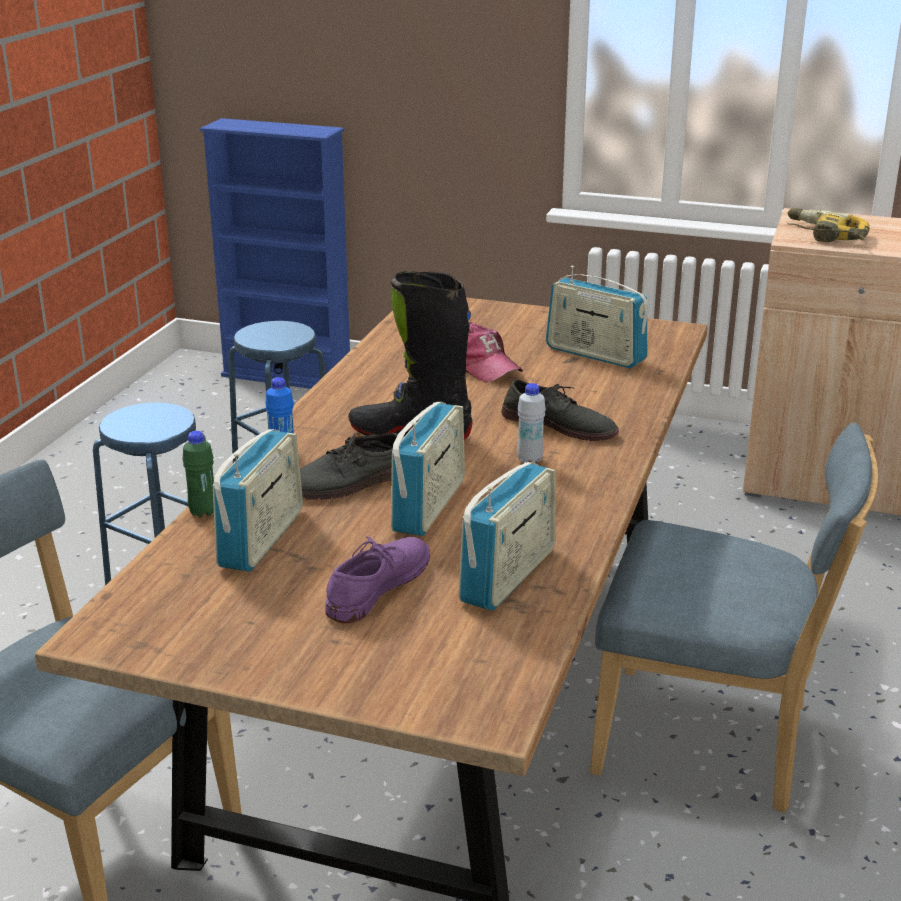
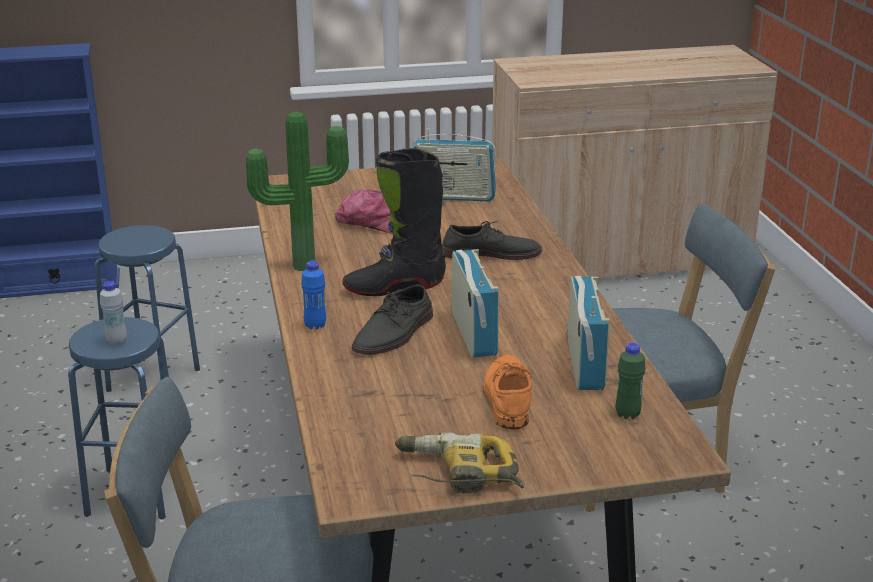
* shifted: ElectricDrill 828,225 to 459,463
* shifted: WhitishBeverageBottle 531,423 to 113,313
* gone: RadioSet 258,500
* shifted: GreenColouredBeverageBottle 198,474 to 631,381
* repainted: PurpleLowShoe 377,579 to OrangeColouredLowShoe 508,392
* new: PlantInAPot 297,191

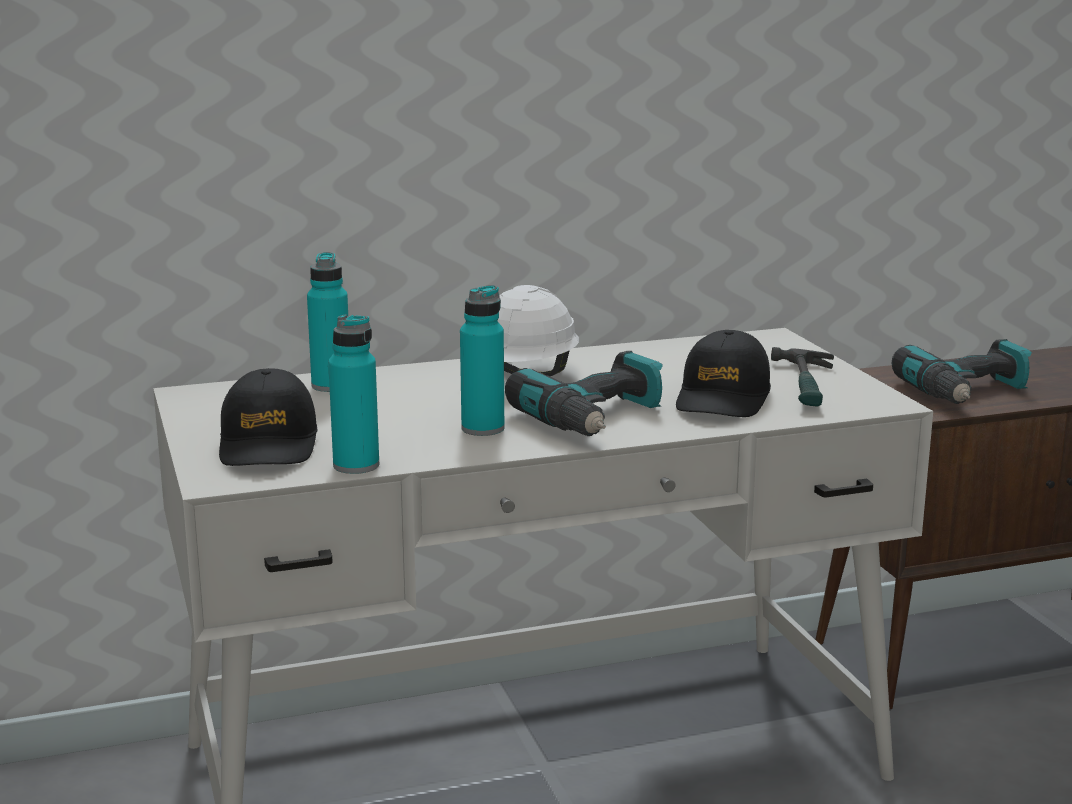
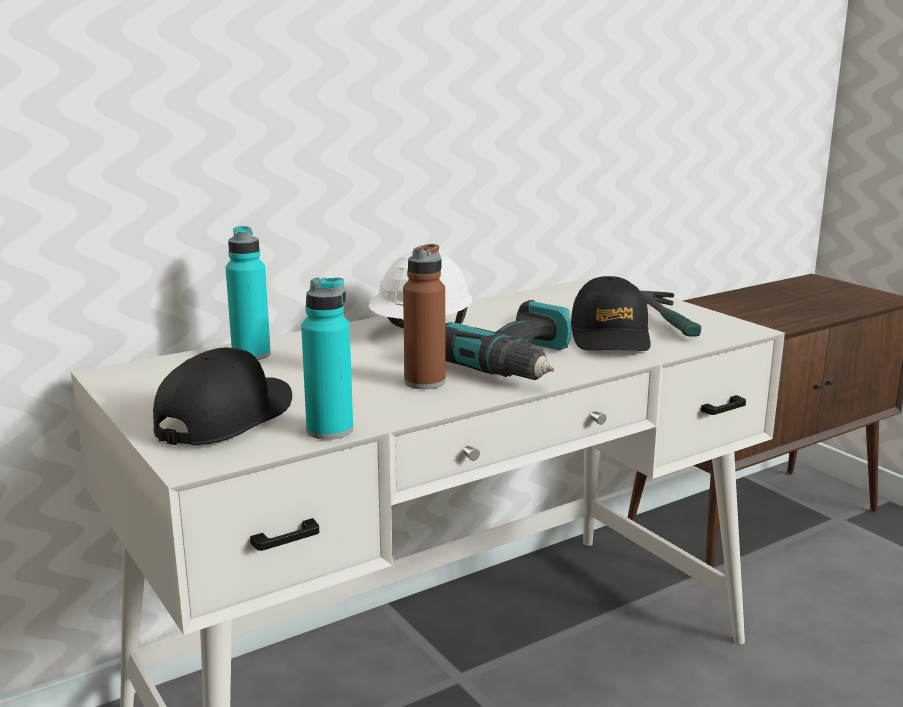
* repainted: BlueGreenBeverageBottle 482,360 to BrownColouredBeverageBottle 424,316
* gone: ElectricDrill 962,371
* rotated: BlackColouredCap 268,417 = 222,396 135 degrees counterclockwise

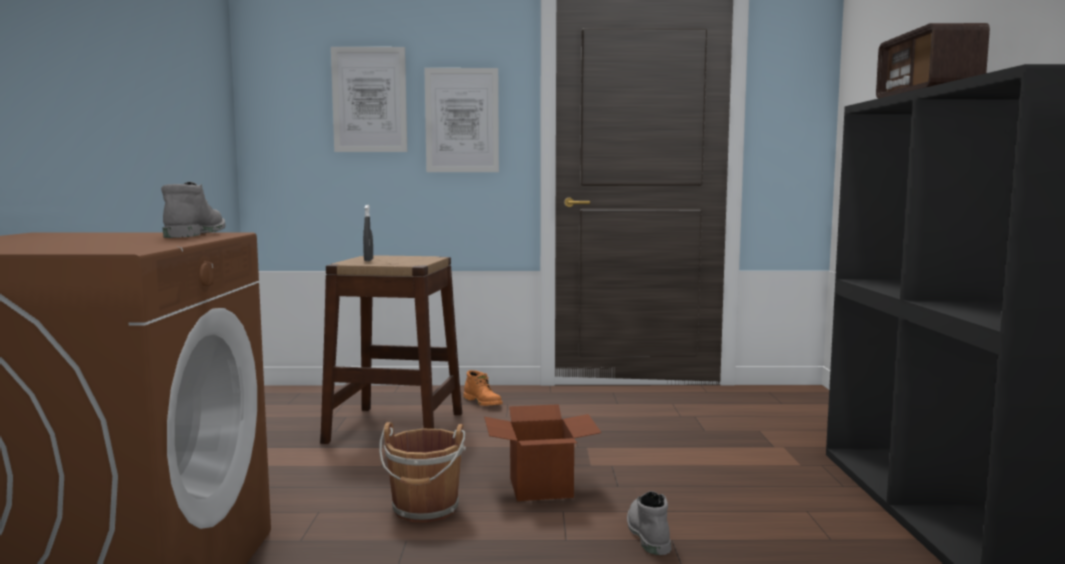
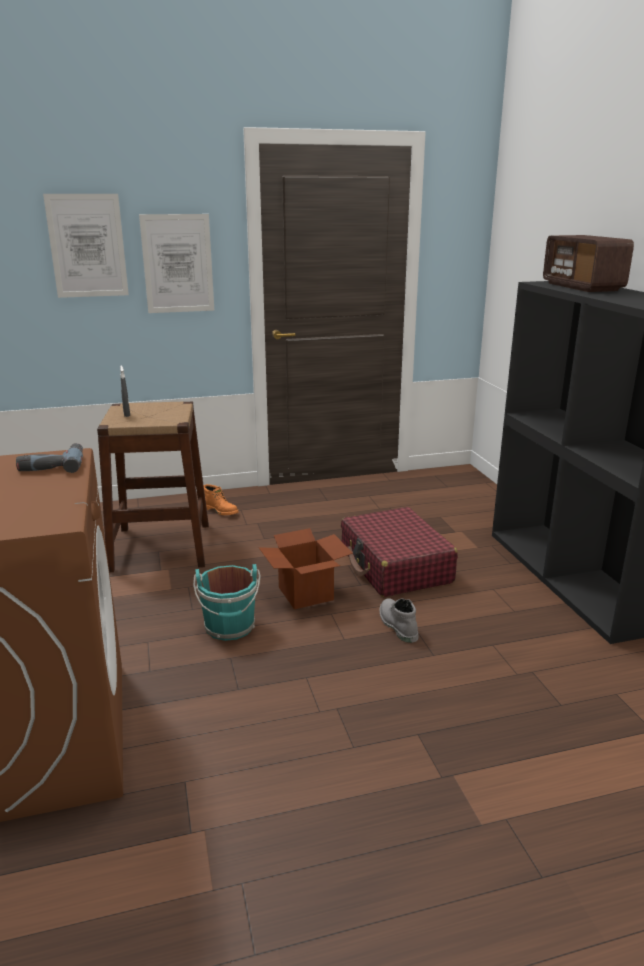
* swapped: GreyTallBoot 193,210 to ElectricDrill 49,458
* repainted: BrownColouredPail 422,472 to BlueGreenPail 227,602
* new: ReddishSuitcase 399,552

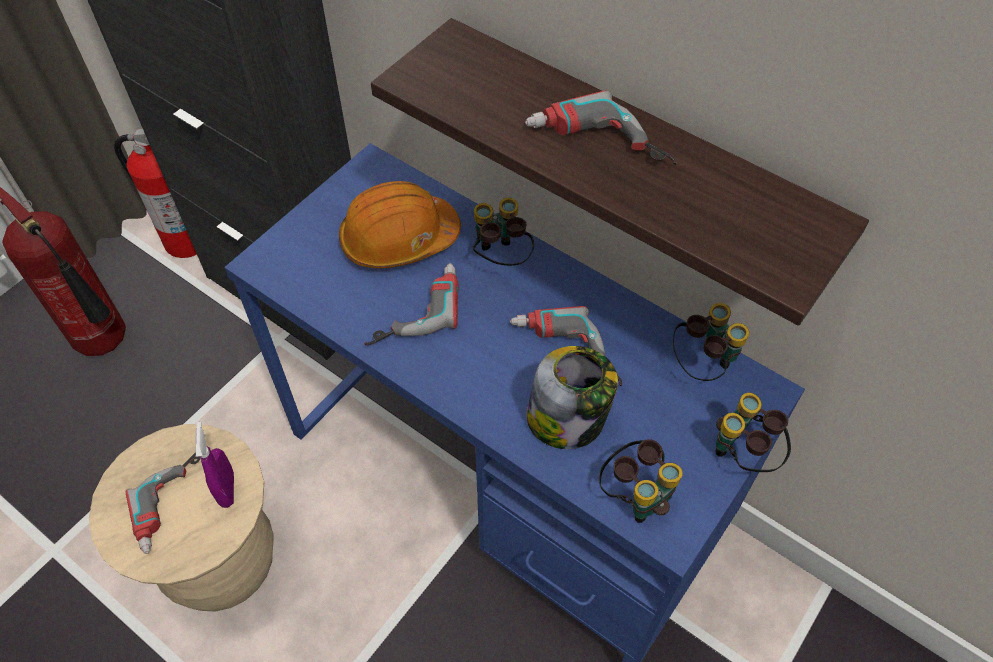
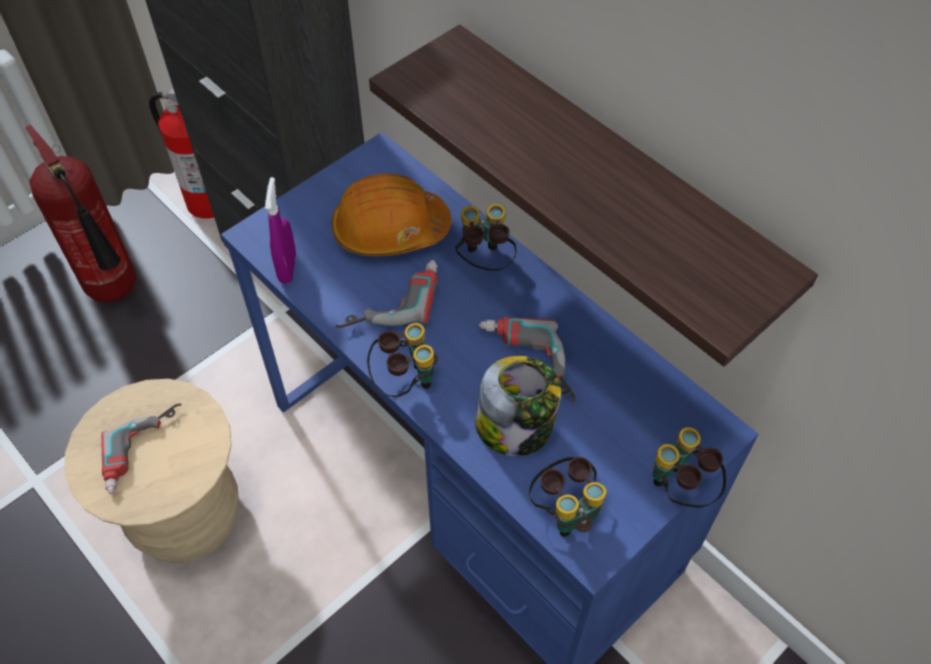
* gone: ElectricDrill 601,127
* shifted: FieldGlasses 711,342 to 402,360
* shifted: PurpleSprayer 214,465 to 280,230

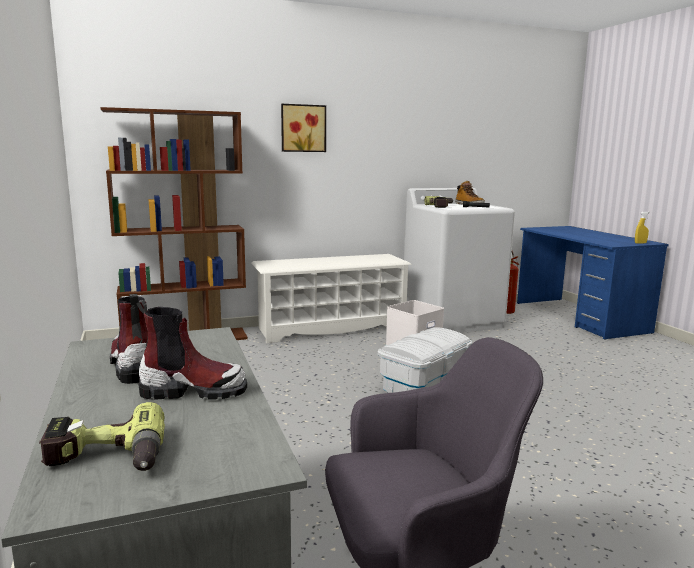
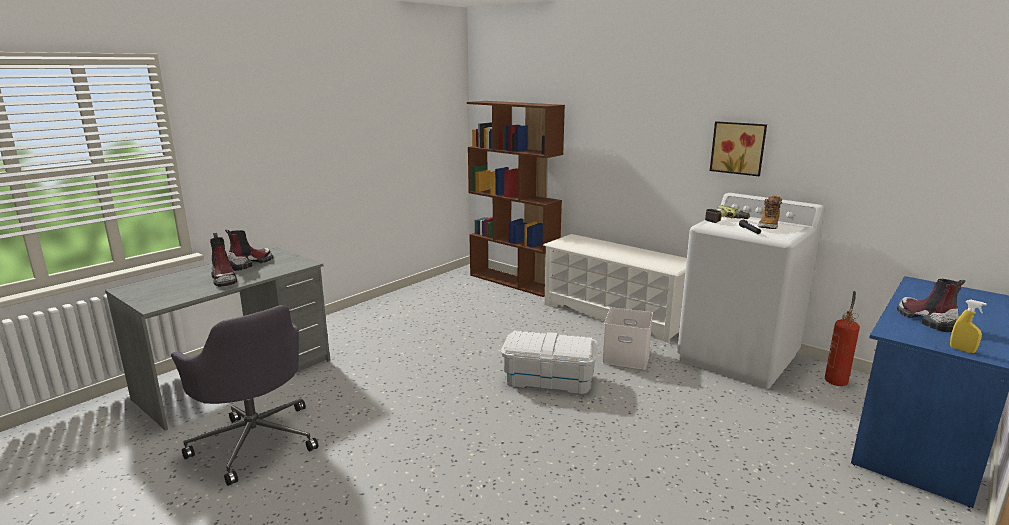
* shifted: WallPicture 303,128 to 738,148
* gone: ElectricDrill 102,436
* new: TallBoot 931,305

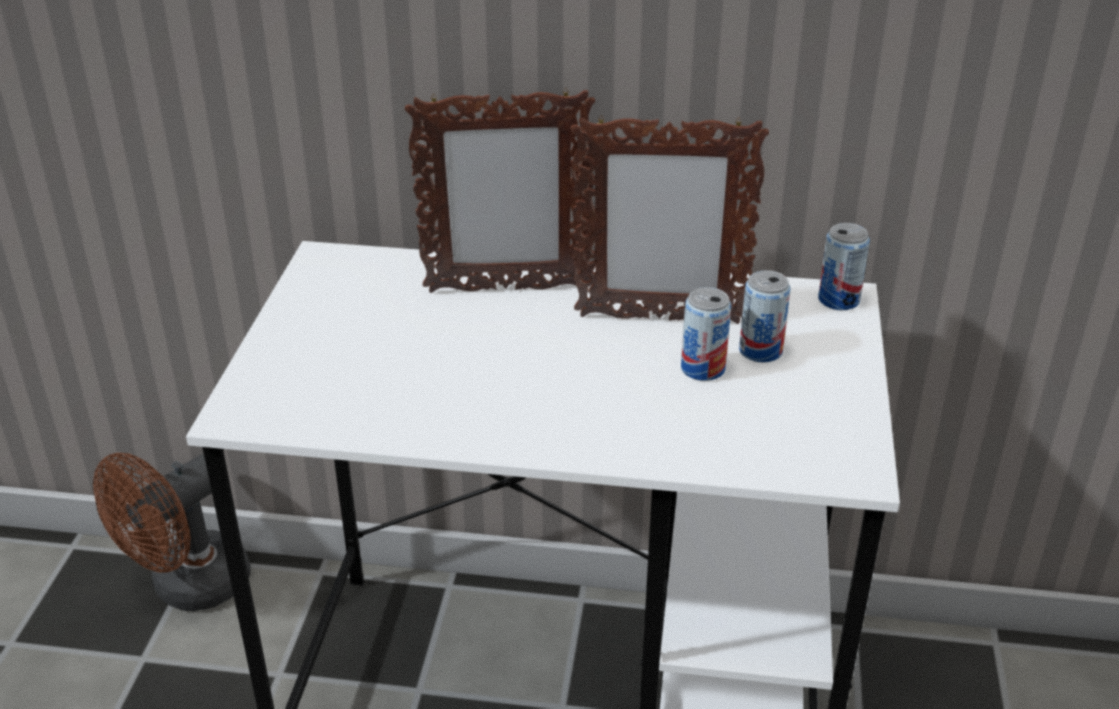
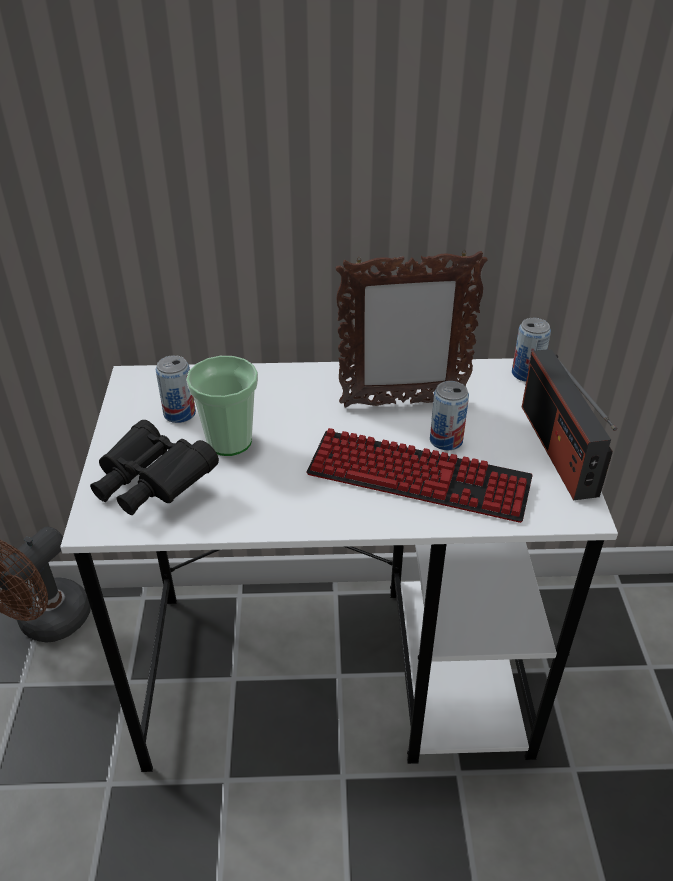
* gone: PictureFrame 500,190
* shifted: Can 765,316 to 176,389
* new: RadioSet 569,424
* new: Cup 222,406
* new: BlackColouredFieldGlasses 154,467
* new: ComputerKeyboard 419,475

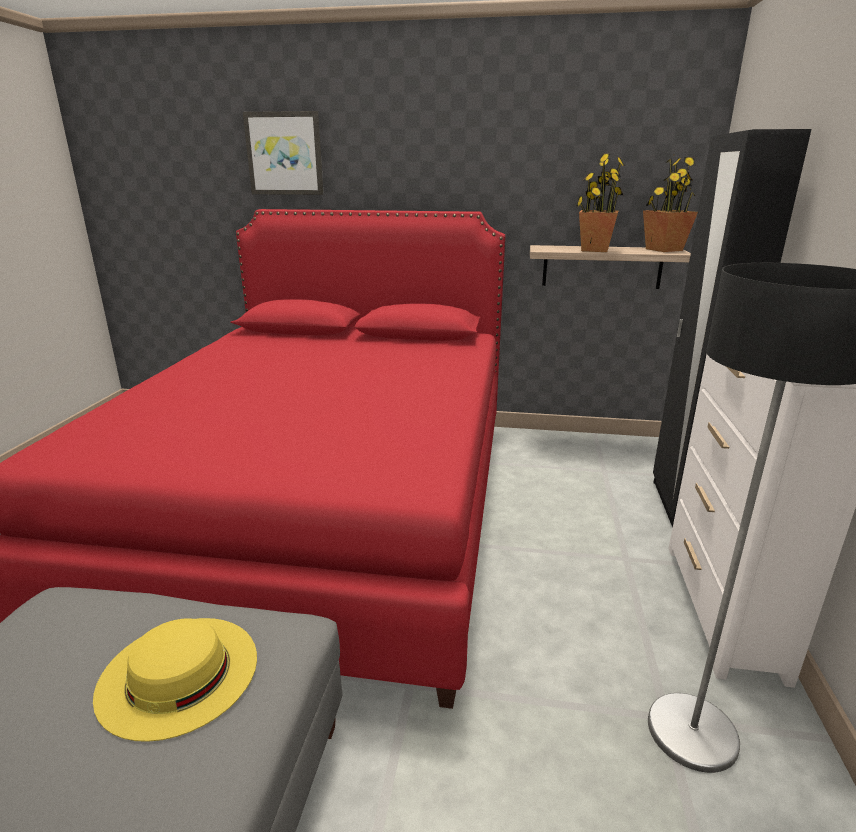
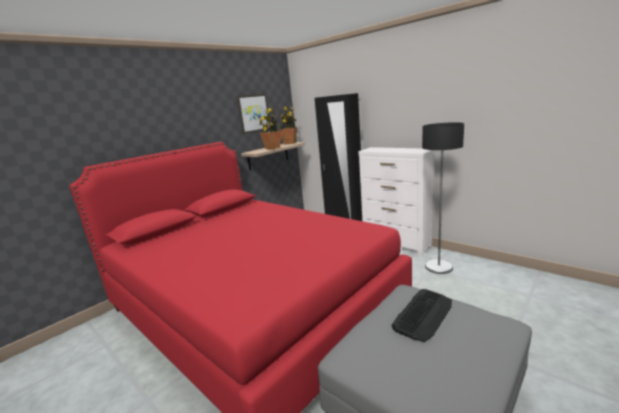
* shifted: WallPicture 283,153 to 253,113
* swapped: YellowColouredHat 175,680 to ComputerKeyboard 421,315

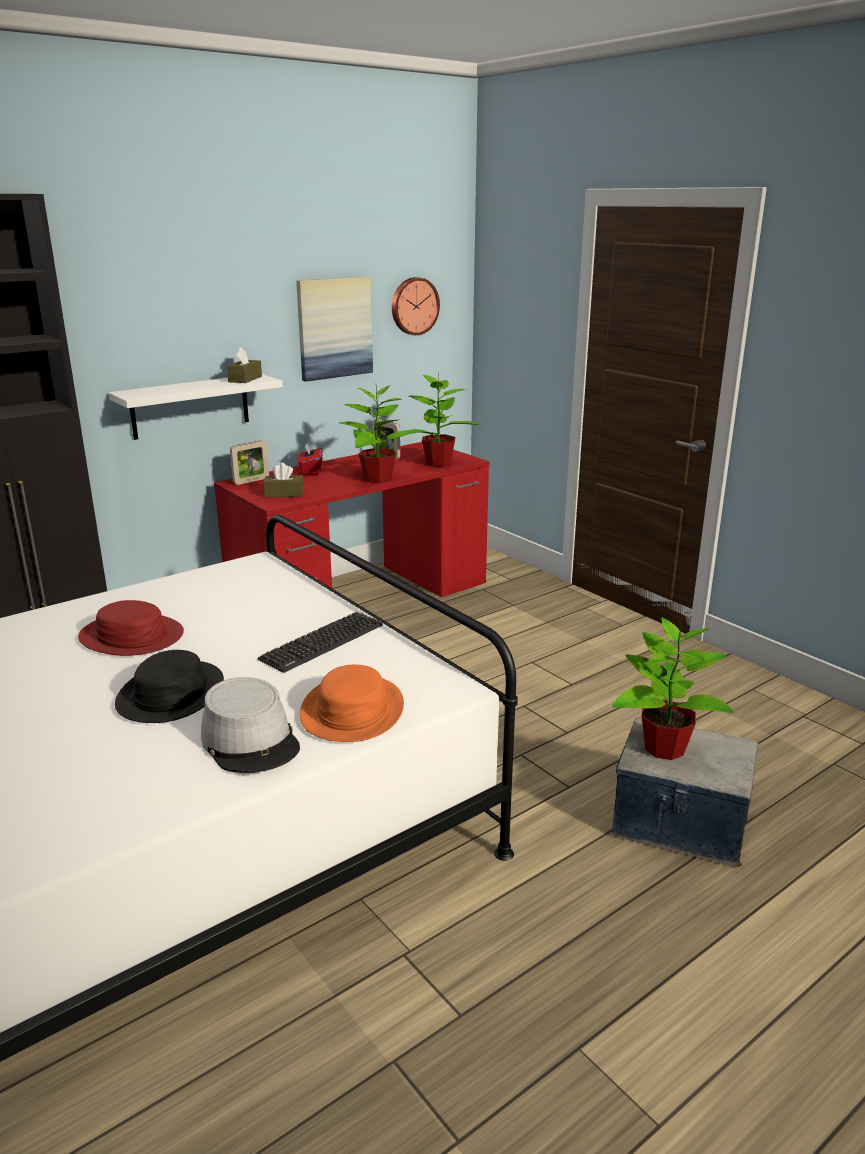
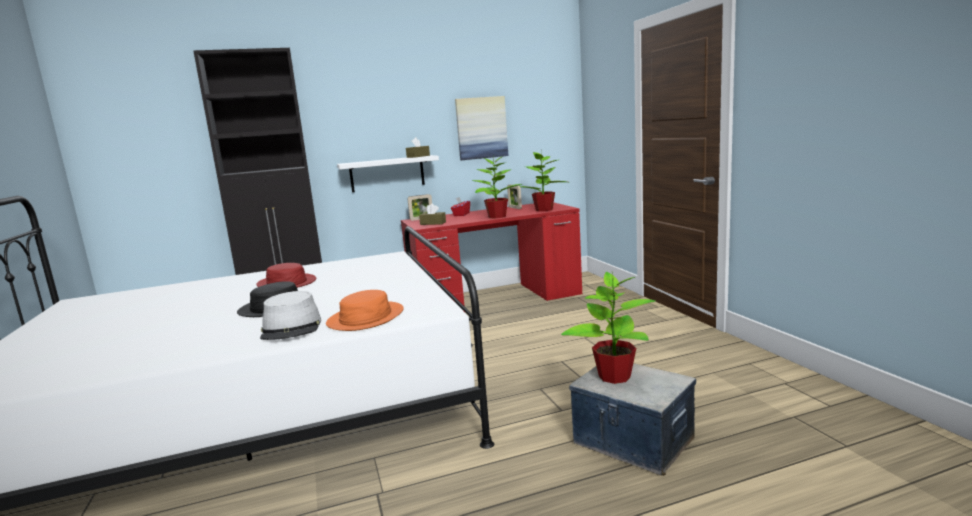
* gone: HangingClock 416,306
* gone: ComputerKeyboard 320,642

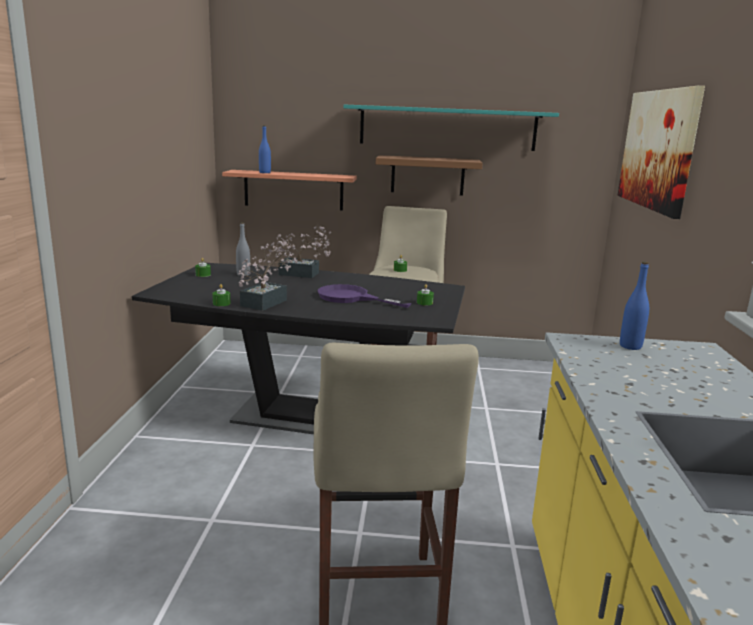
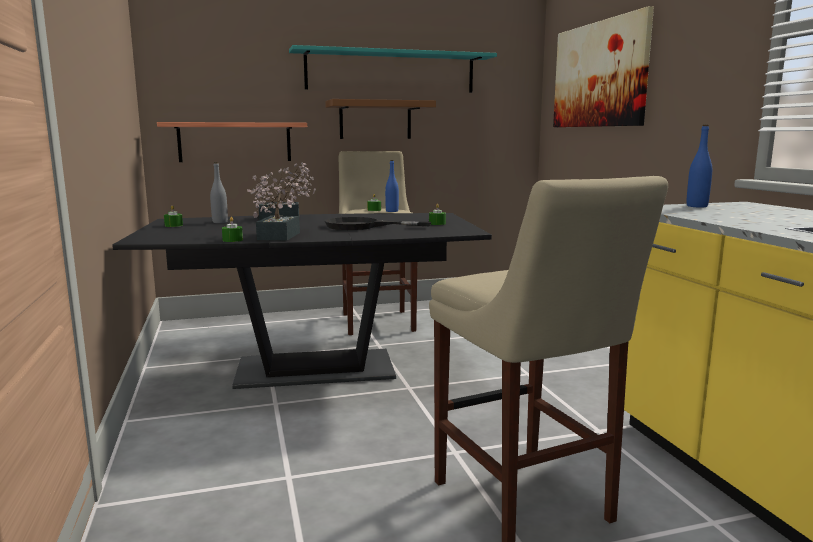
* shifted: BlueBeverageBottle 265,149 to 392,186
* repainted: PurplePan 364,296 to BlackColouredPan 378,223

